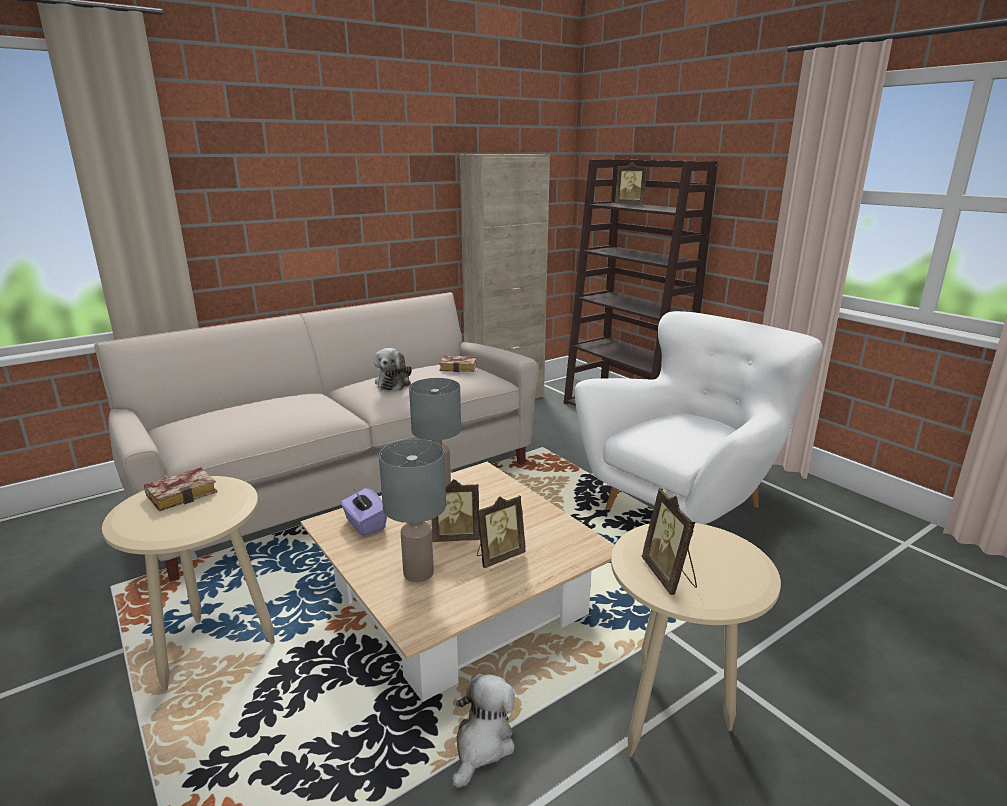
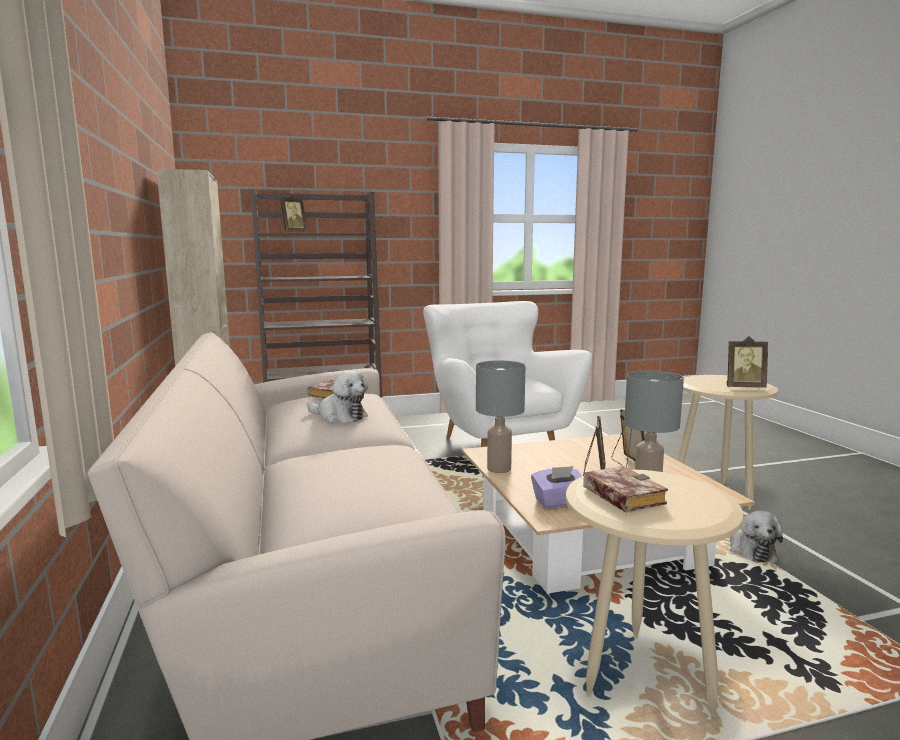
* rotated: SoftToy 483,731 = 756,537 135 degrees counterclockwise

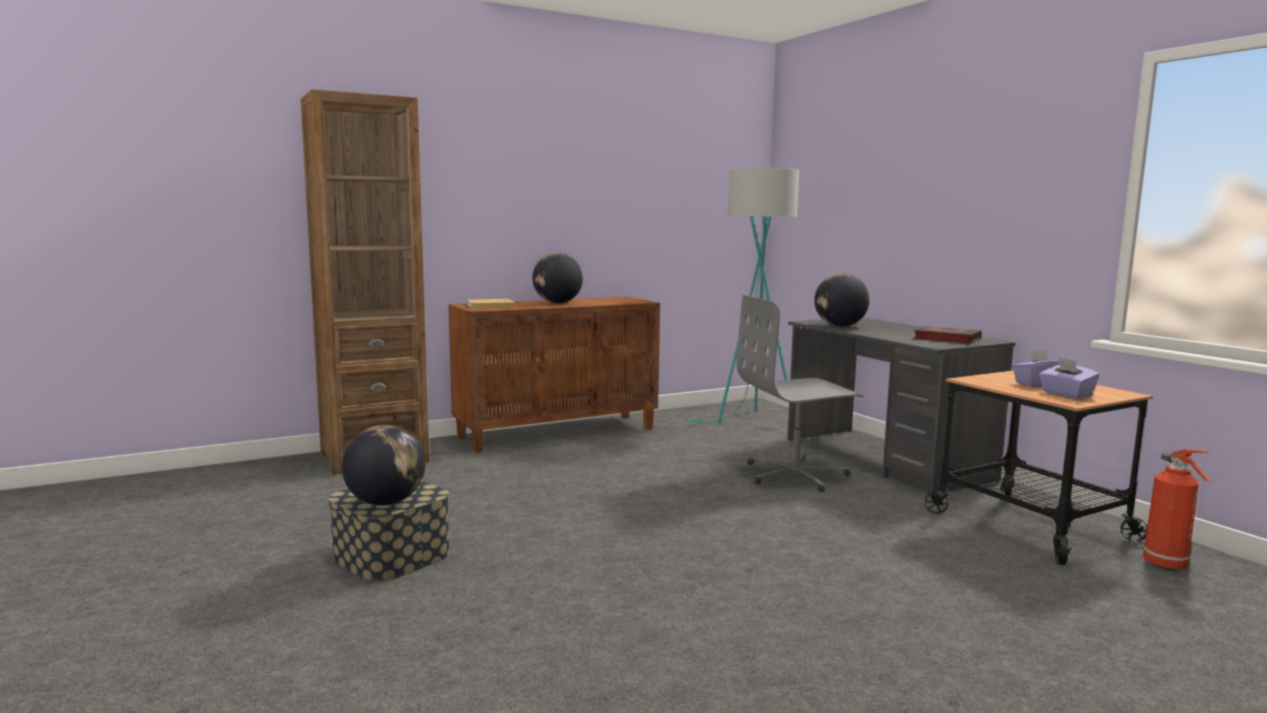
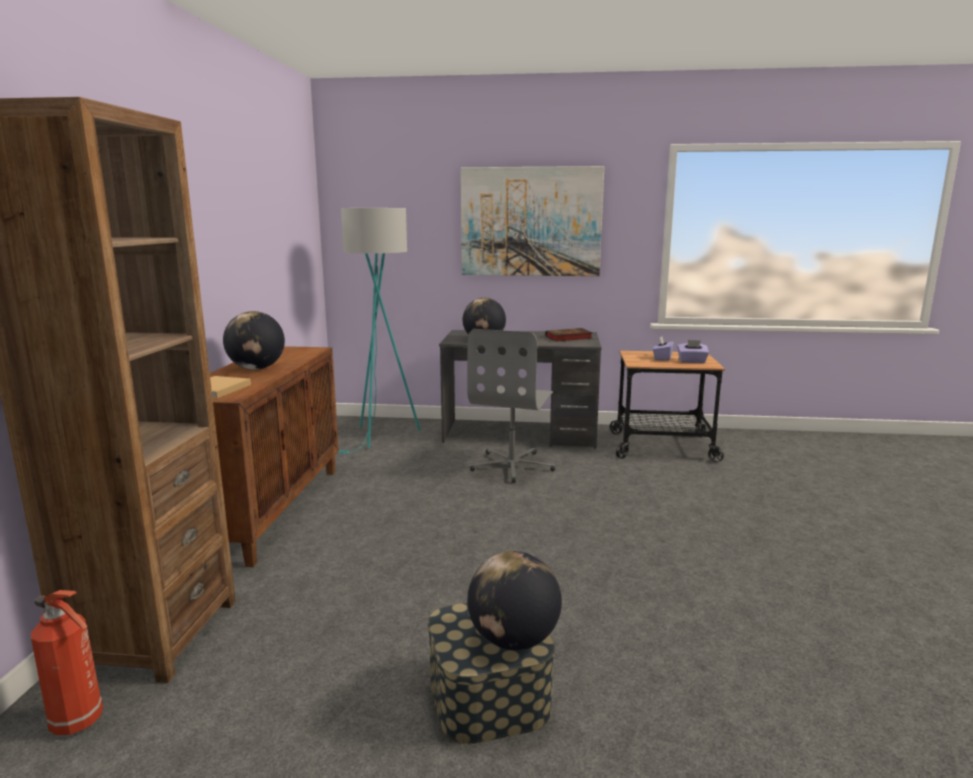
* shifted: Extinguisher 1177,510 to 67,662
* new: WallPicture 532,221

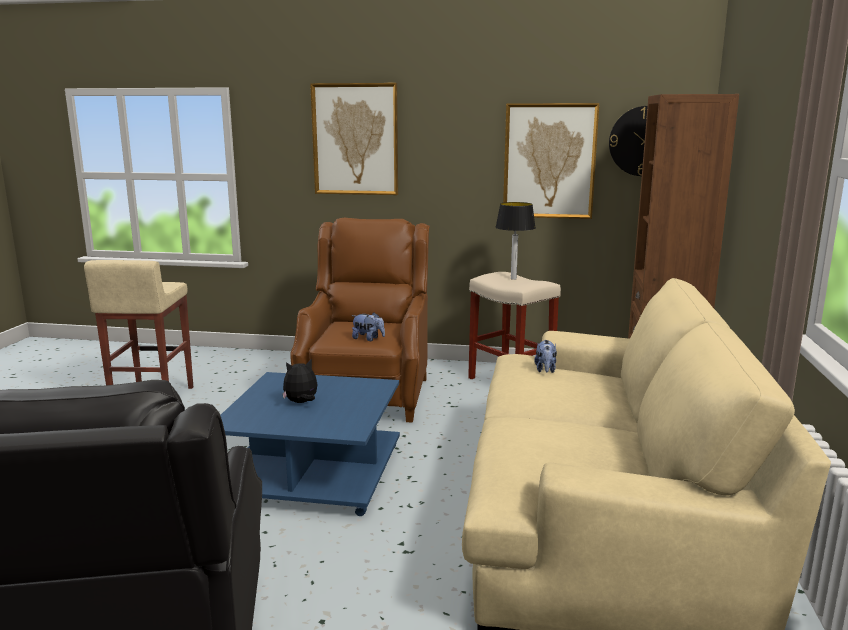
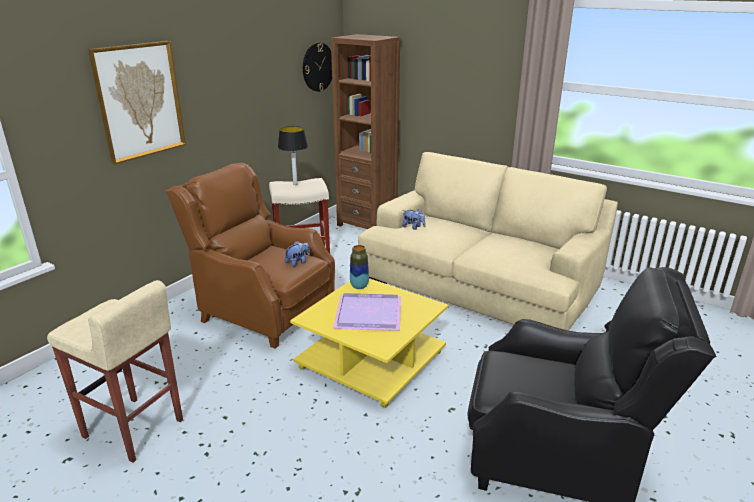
* gone: WallPicture 551,161
* swapped: SoftToy 299,381 to PurpleServingTray 367,312
* repainted: BlueLoungeTable 310,444 to YellowColouredLoungeTable 369,343
* new: FlowerVase 359,267

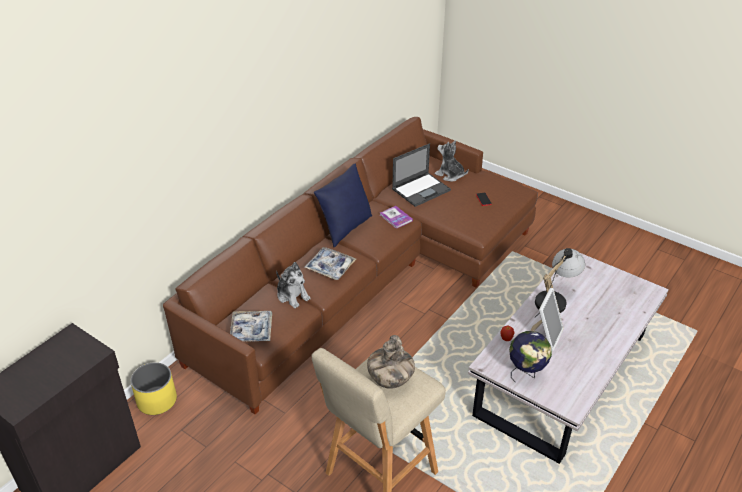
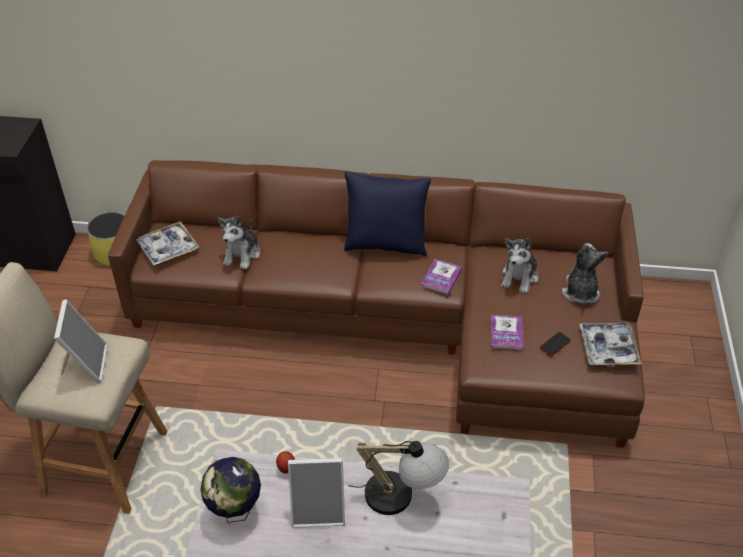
* swapped: PortableComputer 421,175 to SoftToy 520,266
* shifted: ServingTray 330,263 to 610,344
* swapped: FlowerVase 391,362 to PictureFrame 81,341
* new: BoundBook 507,332

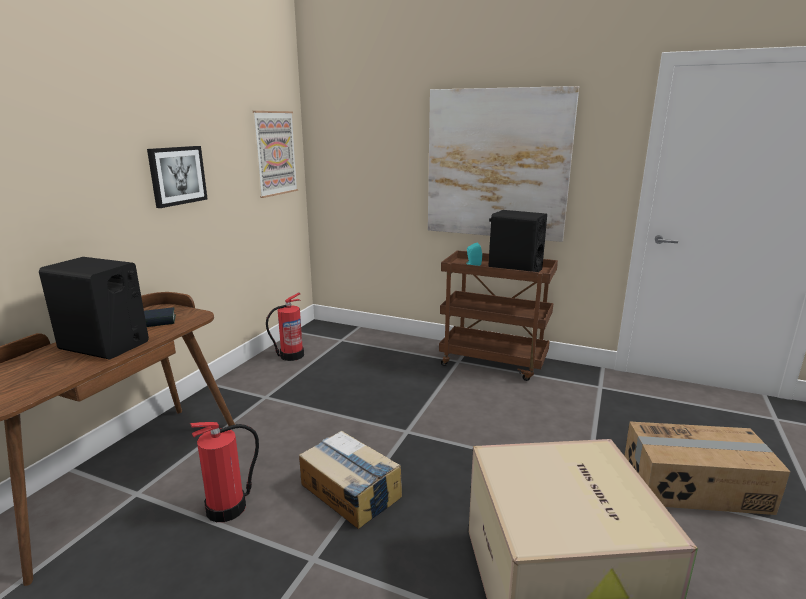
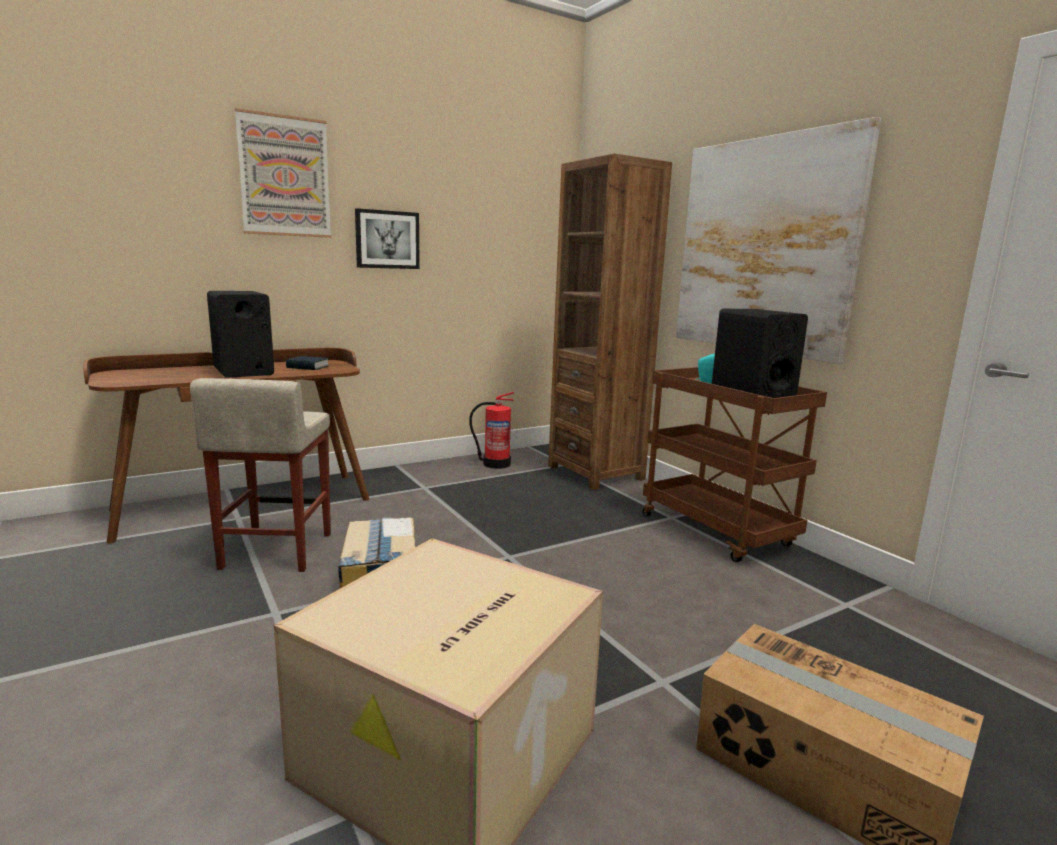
* shifted: WallPicture 275,154 to 283,173
* swapped: Extinguisher 224,472 to BeigeSittingStool 260,475
* new: BrownColouredBookcase 610,321

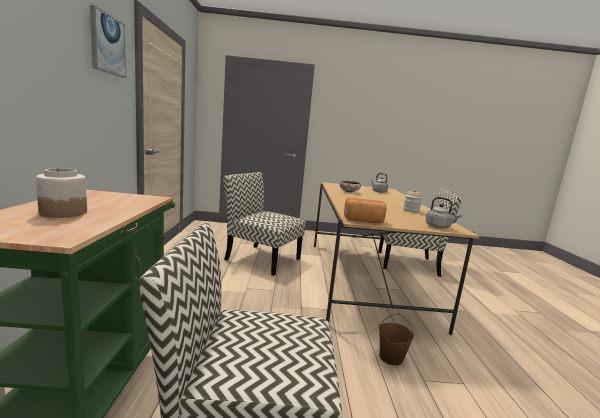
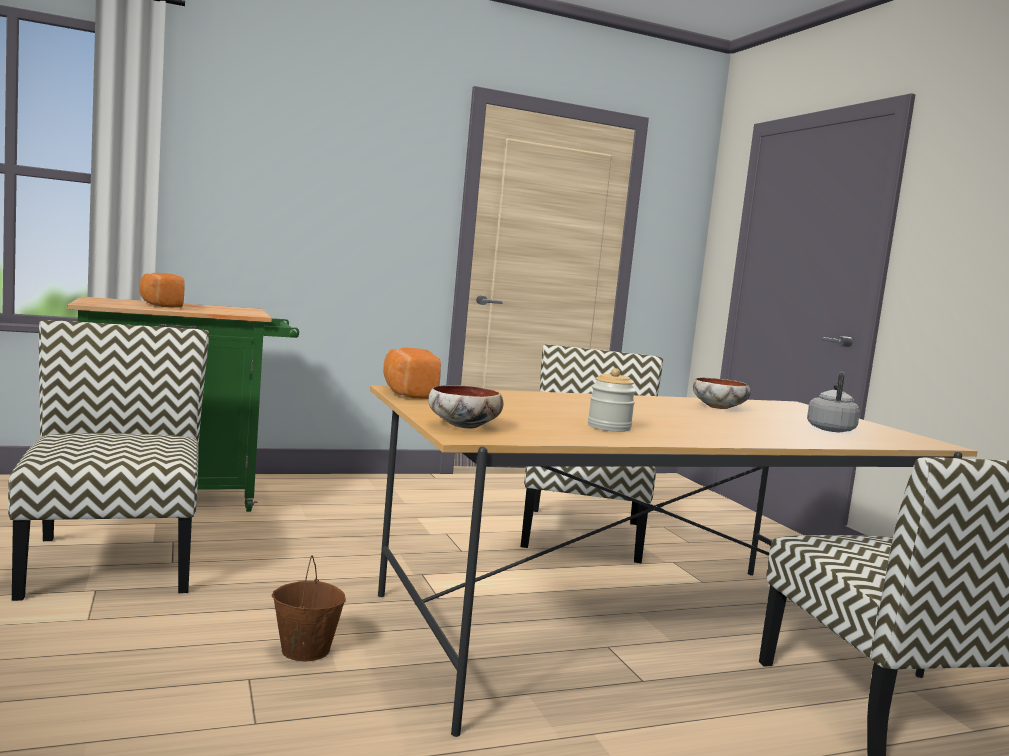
* gone: WallPicture 108,41
* swapped: StorageJar 61,193 to BakeryBread 161,290
* swapped: GreyWaterKettle 444,213 to DeepDish 466,407

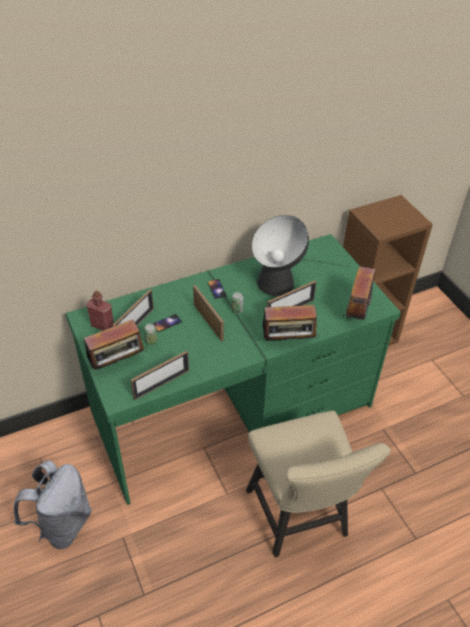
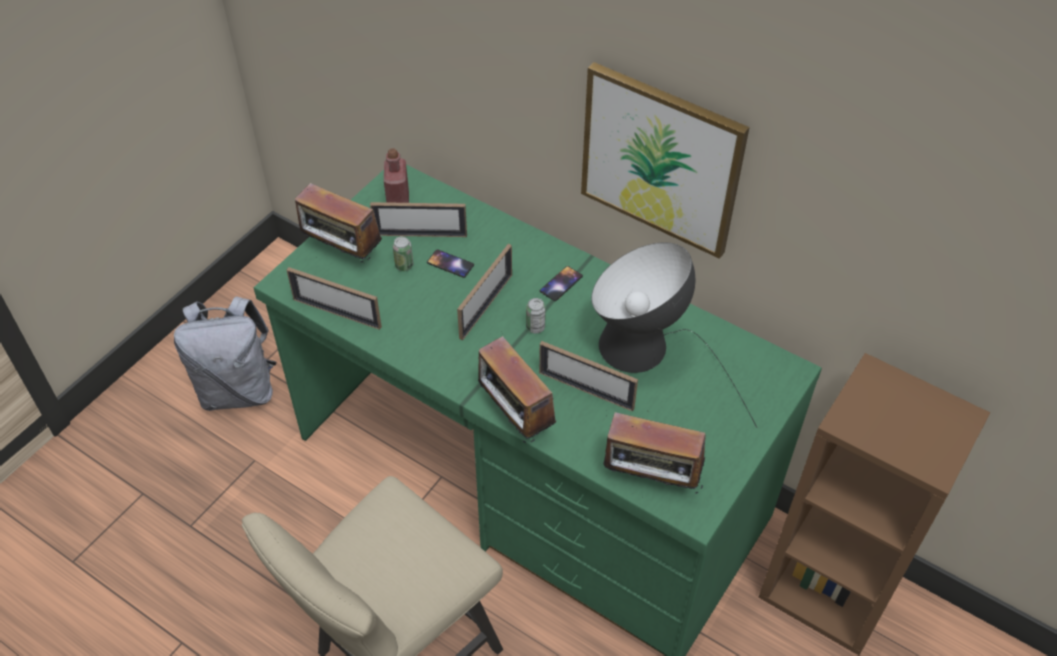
* rotated: RadioSet 360,293 = 654,452 150 degrees counterclockwise
* new: WallPicture 665,160

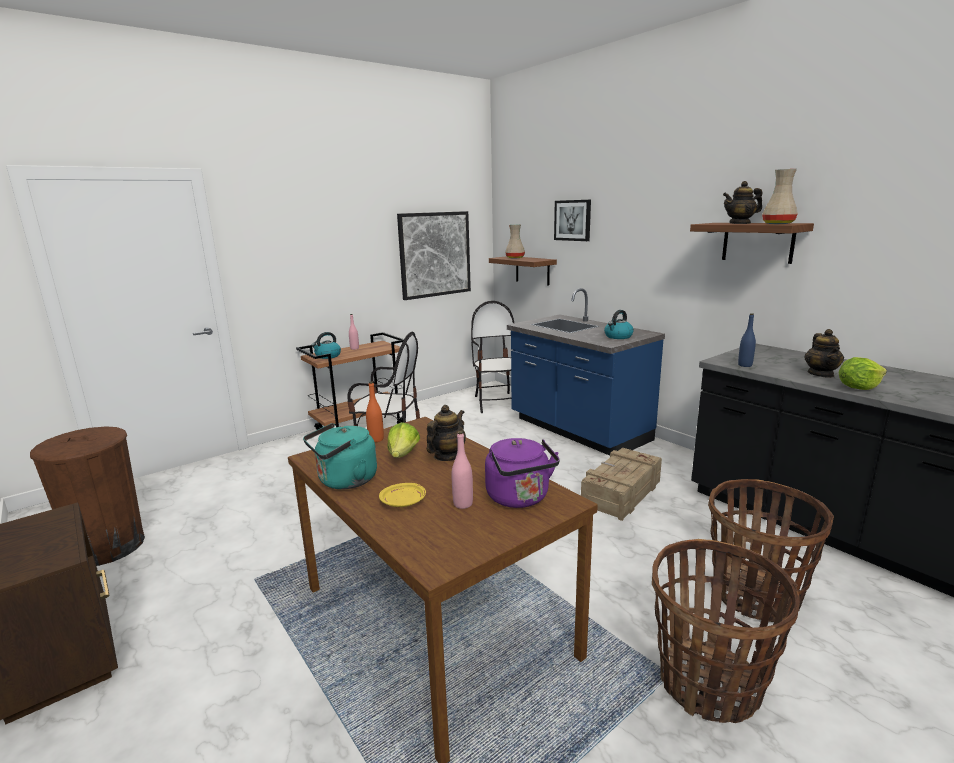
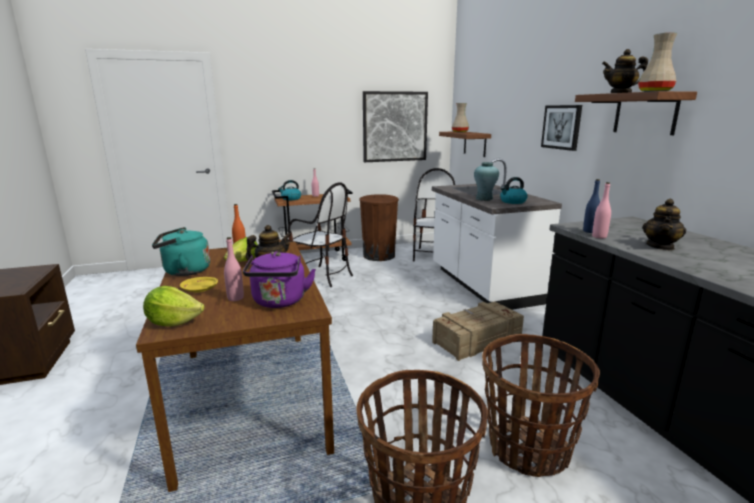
* shifted: WallPicture 572,220 to 561,128
* repainted: BlueKitchenCounter 586,372 to WhitishKitchenCounter 497,234
* shifted: LettuceHead 862,373 to 174,306
* shifted: BrownColouredRubbishBin 87,496 to 379,227
* new: BlueGreenFlowerVase 486,181
* new: PinkBeverageBottle 601,210

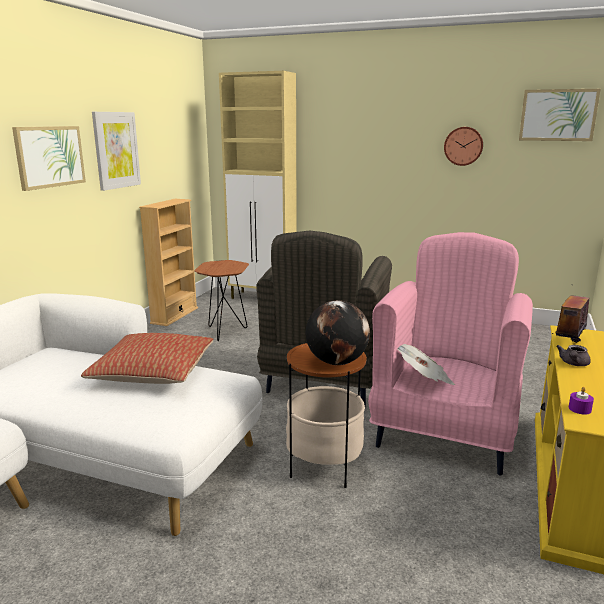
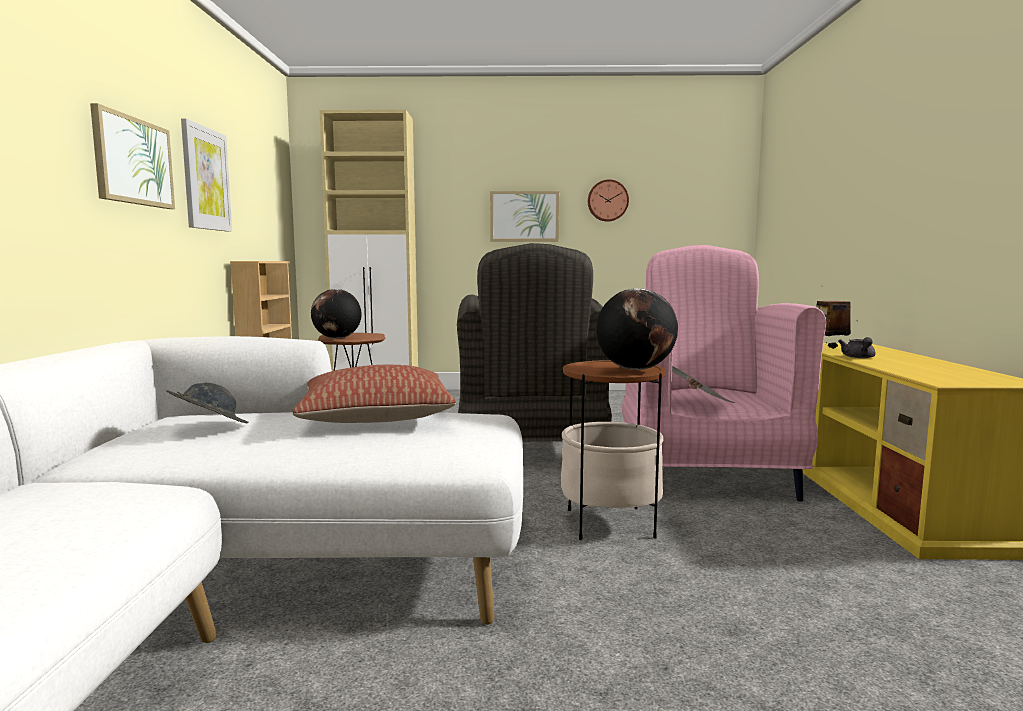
* shifted: WallPicture 560,115 to 524,216
* gone: PurpleWaxCandle 581,401
* new: Globe 336,314
* new: GreyHat 207,403

